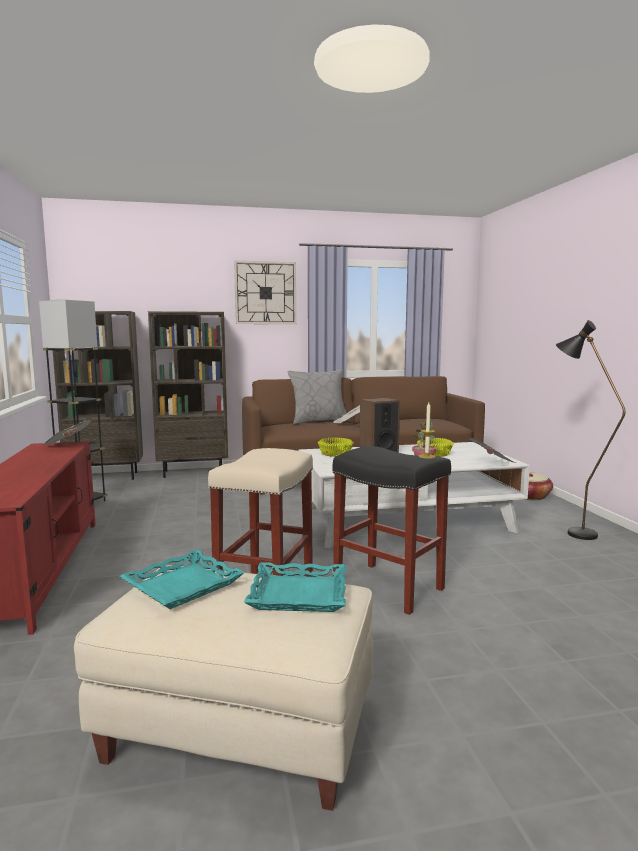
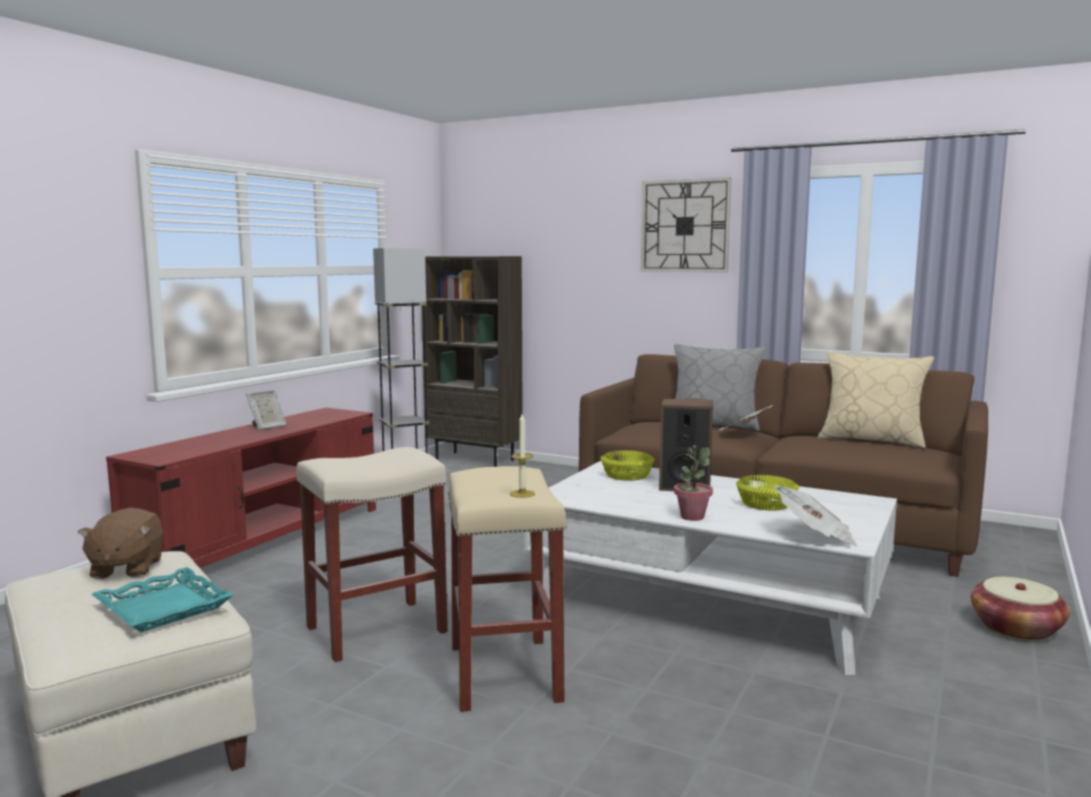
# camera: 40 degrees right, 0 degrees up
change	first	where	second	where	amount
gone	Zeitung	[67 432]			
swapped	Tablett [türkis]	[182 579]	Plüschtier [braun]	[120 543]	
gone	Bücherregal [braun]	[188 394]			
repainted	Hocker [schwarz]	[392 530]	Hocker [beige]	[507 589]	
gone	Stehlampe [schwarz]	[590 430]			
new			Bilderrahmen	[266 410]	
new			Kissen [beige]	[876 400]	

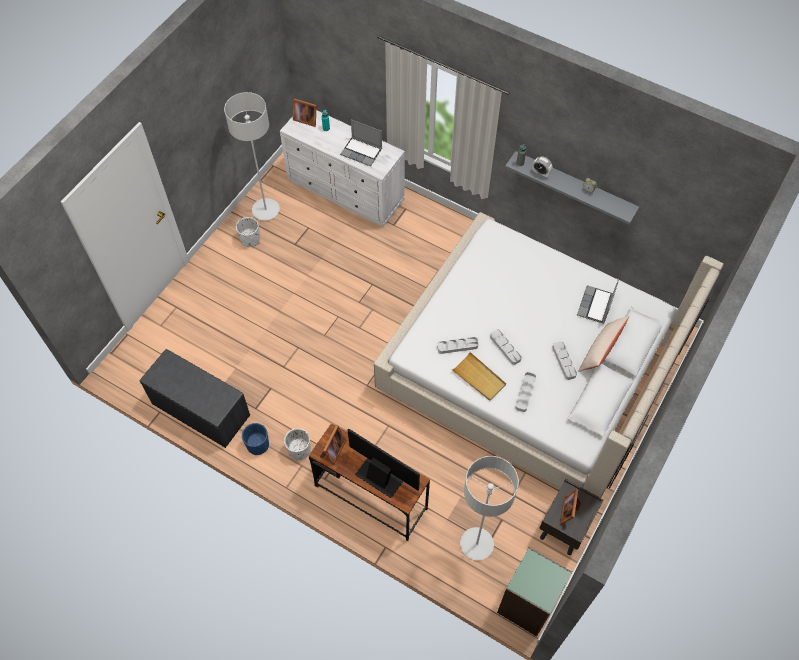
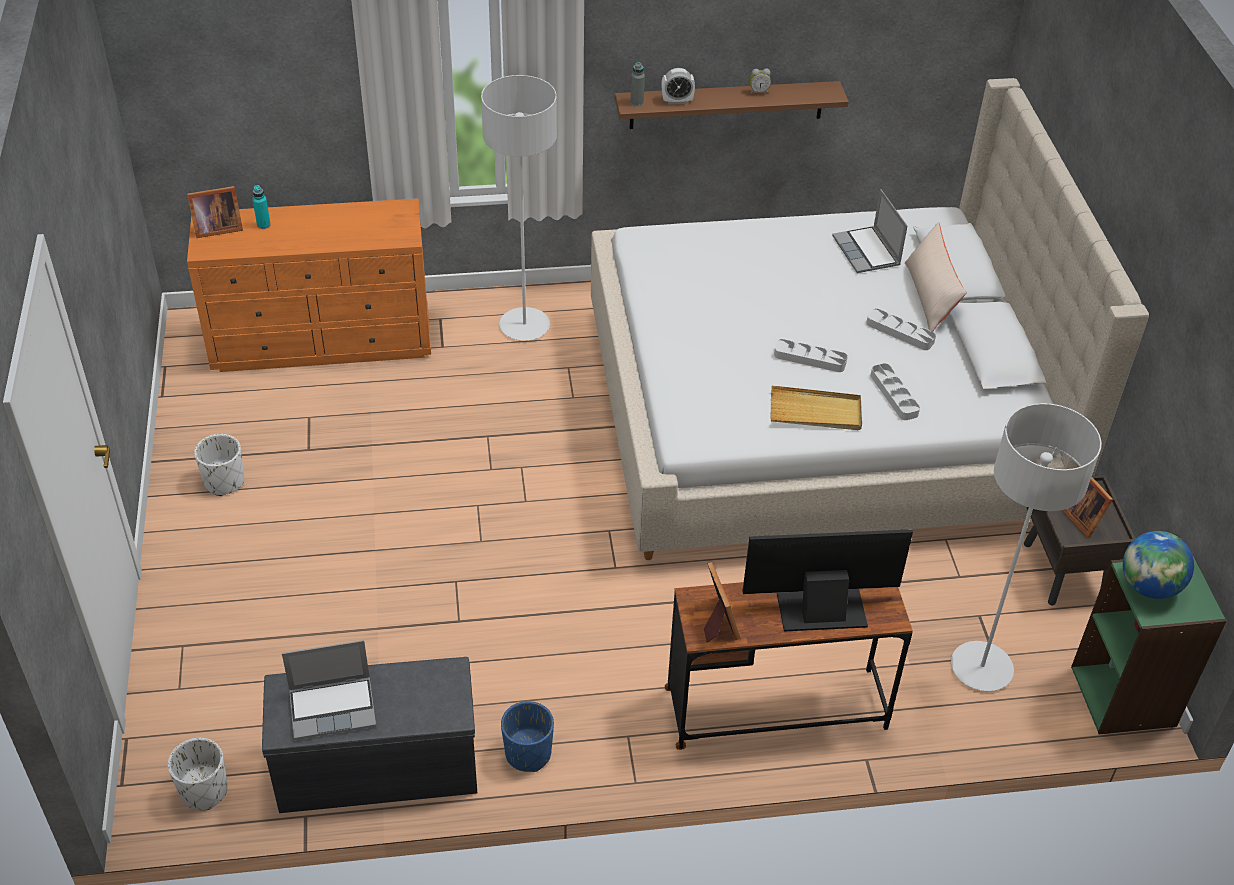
# camera: 40 degrees left, 15 degrees down
change	first	where	second	where	amount
shifted	Stehlampe [grau]	[252 156]		[519 208]	
repainted	Kommode [weiß]	[342 168]	Kommode [orange]	[309 285]	
shifted	Pflanzkübel [weiß]	[297 444]		[198 774]	
shifted	Laptop	[361 143]		[329 690]	
gone	Tablett [grau]	[457 345]			
repainted	Wandregal [grau]	[572 188]	Wandregal [braun]	[732 105]	
new			Globus	[1158 565]	

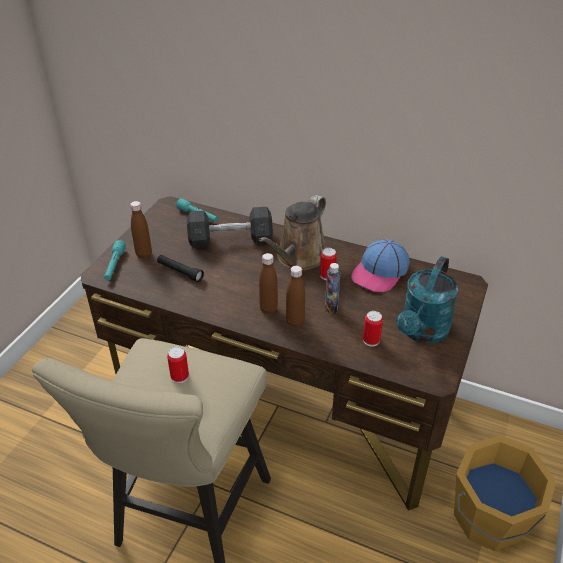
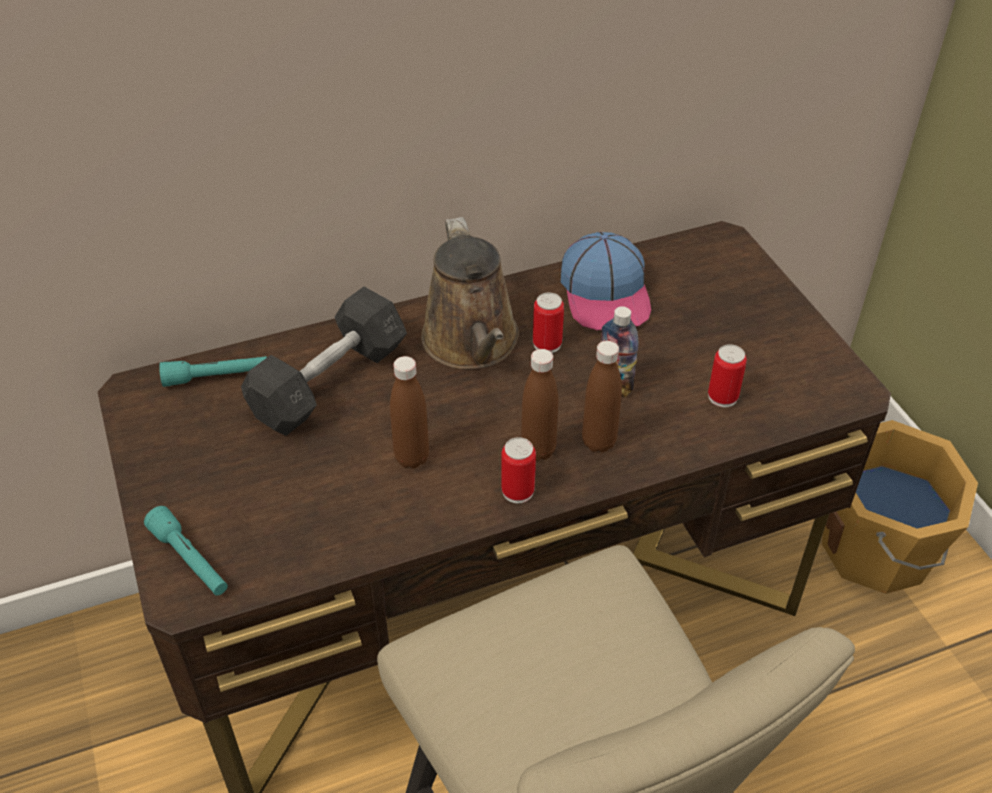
# camera: 45 degrees left, 5 degrees up
change	first	where	second	where	amount
shifted	Flasche [braun]	[141 230]		[409 412]	
gone	Taschenlampe [schwarz]	[180 268]			
shifted	Dose	[178 365]		[518 470]	
gone	Gießkanne [türkis]	[427 300]			

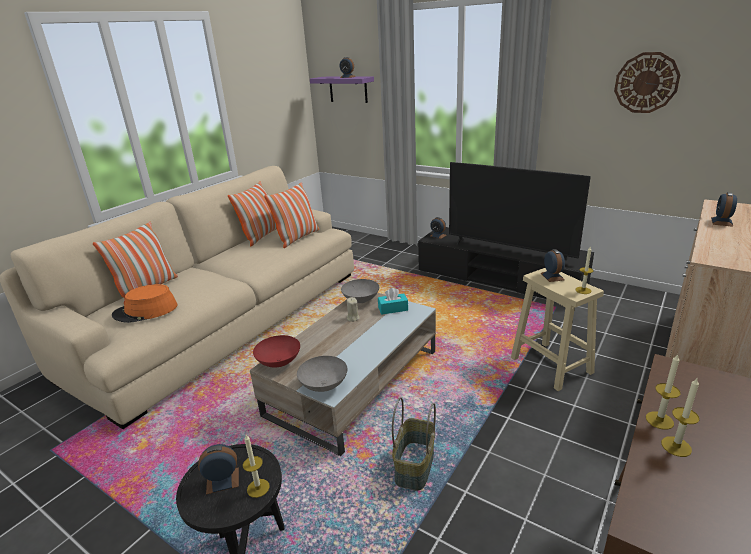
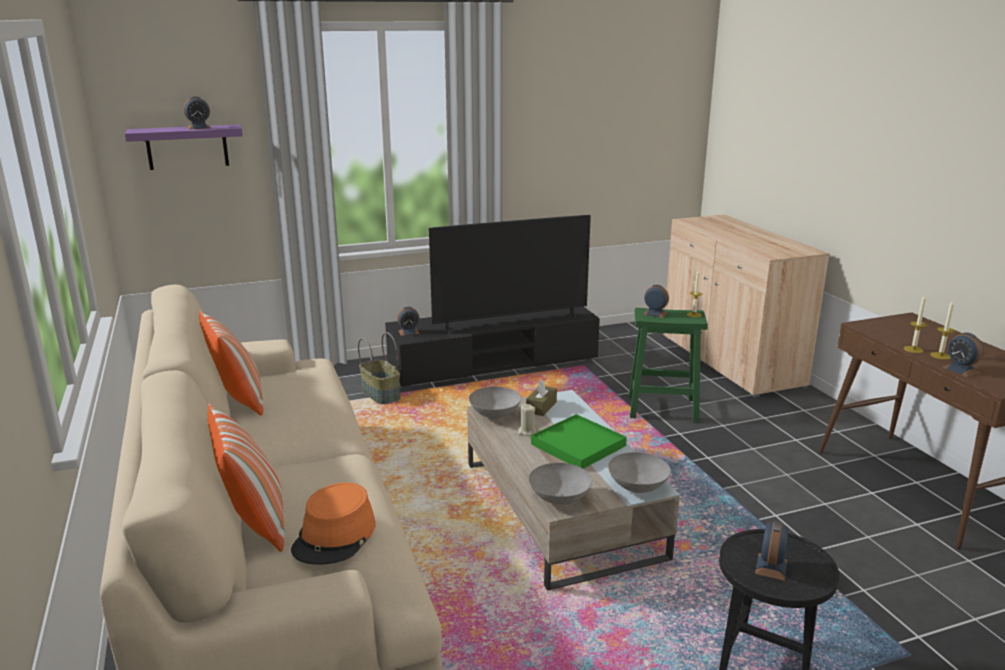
# camera: 55 degrees left, 5 degrees down
change	first	where	second	where	amount
gone	Kerze	[256 466]			
repainted	Schüssel [rot]	[276 351]	Schüssel [grau]	[560 484]	
gone	Kissen	[291 215]			
repainted	Taschentuchbox [türkis]	[393 301]	Taschentuchbox [braun]	[541 397]	
shifted	Korb	[414 444]		[379 368]	
repainted	Hocker [beige]	[557 329]	Hocker [grün]	[668 365]	
gone	Wanduhr	[647 82]			
shifted	Wecker	[724 209]		[963 354]	
new			Tablett [grün]	[579 441]	

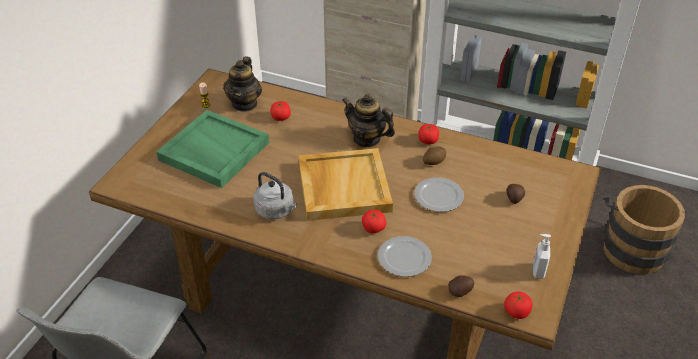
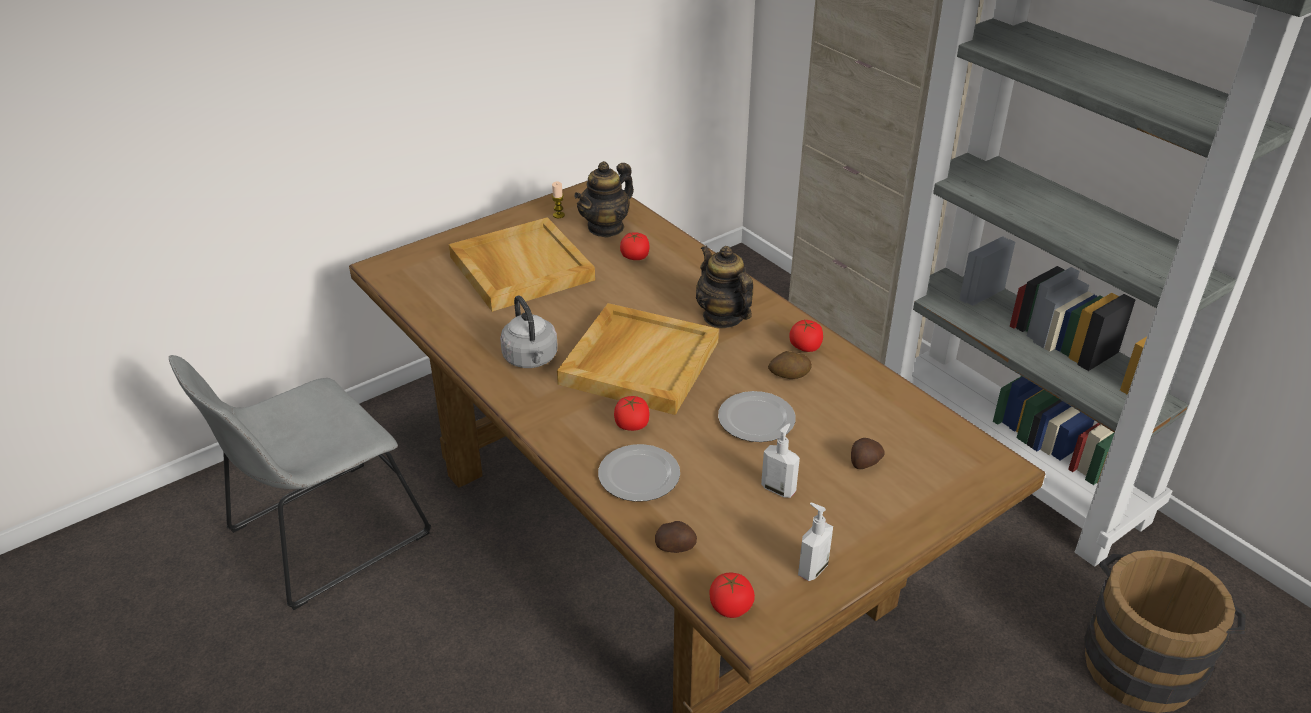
# camera: 30 degrees right, 5 degrees down
change	first	where	second	where	amount
repainted	Tablett [grün]	[212 149]	Tablett [beige]	[522 264]	
new			Seifenspender	[780 460]	

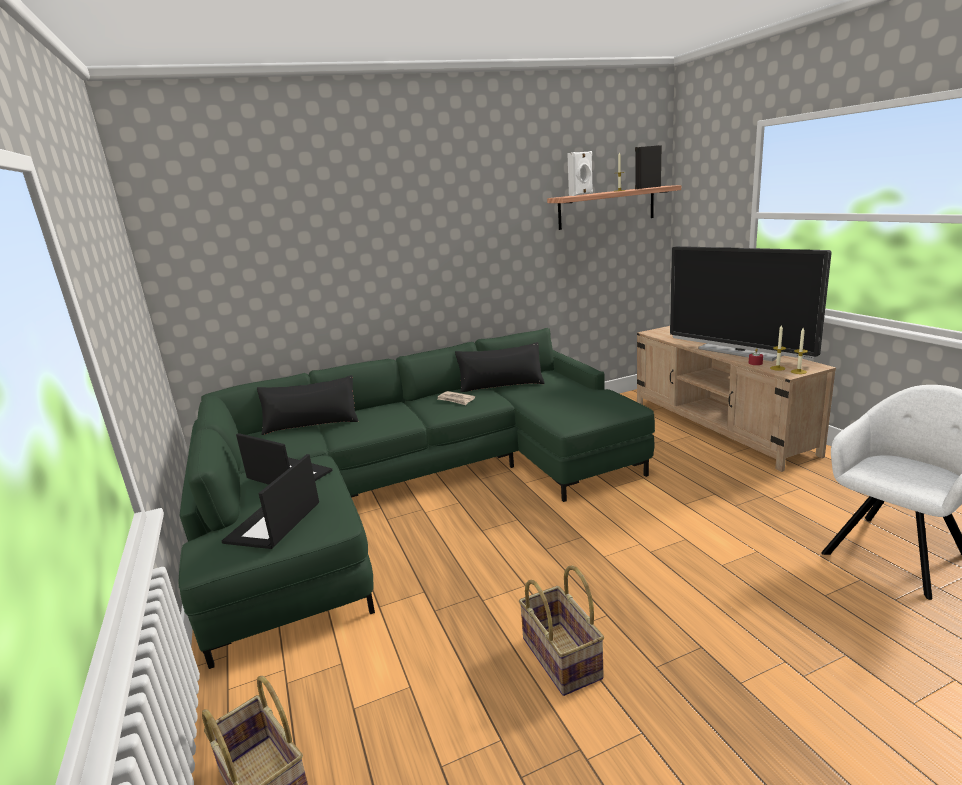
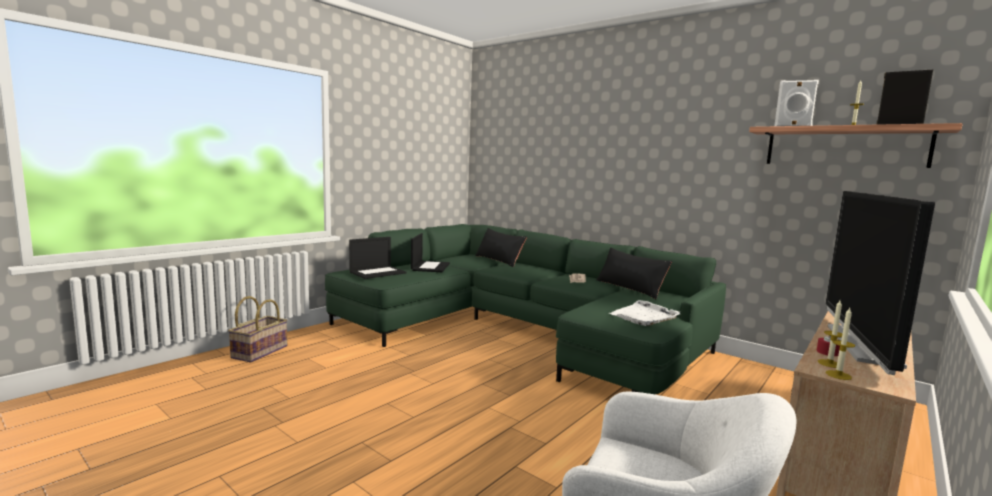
# camera: 60 degrees right, 10 degrees down
change	first	where	second	where	amount
rotated	Laptop	[270 501]		[377 258]	150 degrees clockwise
gone	Korb	[561 630]			
new			Tablett [weiß]	[644 313]	

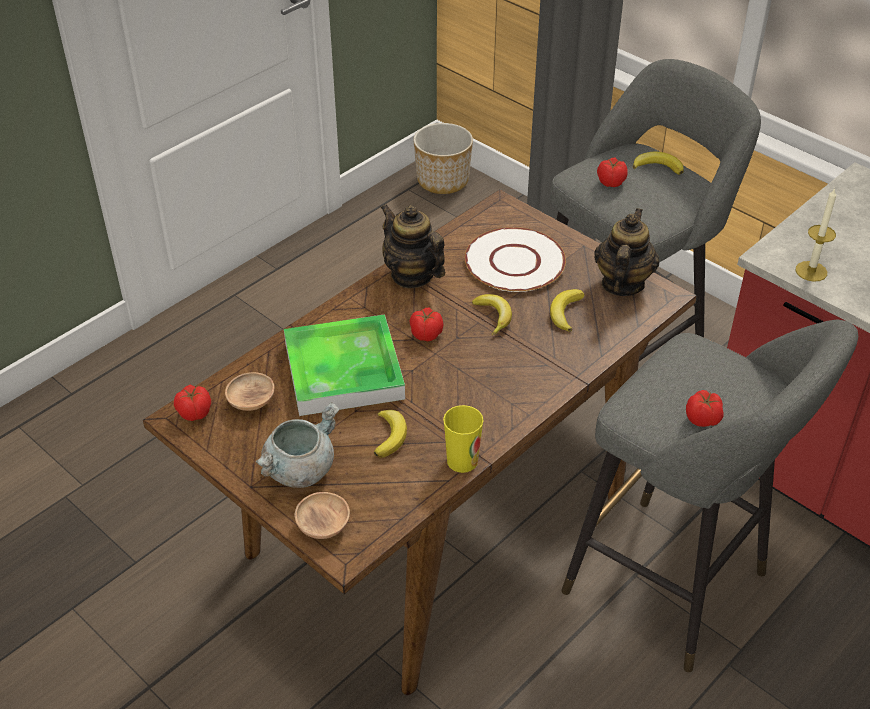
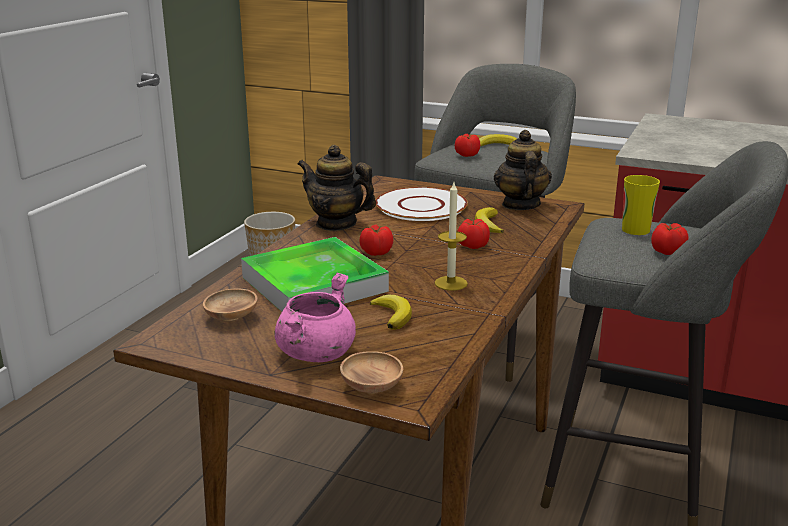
# camera: 20 degrees left, 20 degrees down
change	first	where	second	where	amount
shifted	Tomate	[192 402]		[474 234]	
repainted	Kochtopf [grau]	[297 445]	Kochtopf [rosa]	[315 317]	
shifted	Tasse	[463 439]		[641 205]	
gone	Banane	[492 315]			
shifted	Kerze	[815 235]		[451 237]	

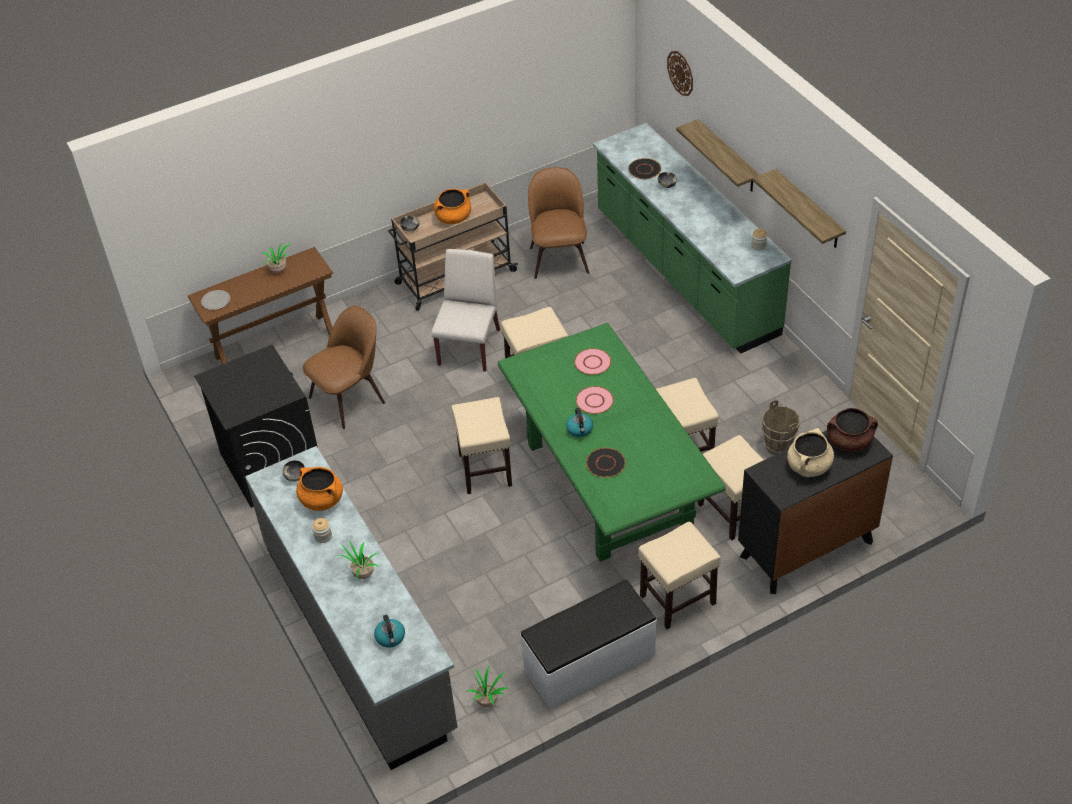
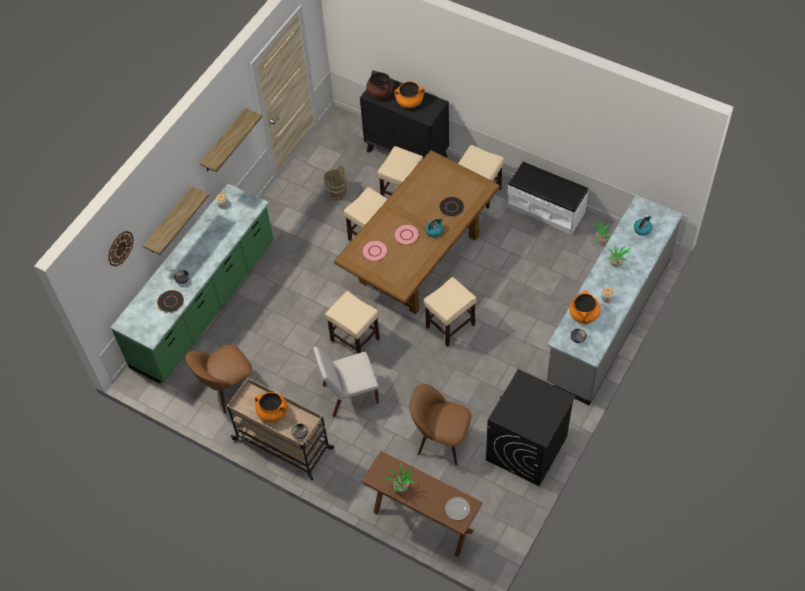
# camera: 120 degrees left, 10 degrees up
change	first	where	second	where	amount
repainted	Esstisch [grün]	[612 442]	Esstisch [braun]	[417 232]	
repainted	Kochtopf [beige]	[810 452]	Kochtopf [orange]	[410 94]	

